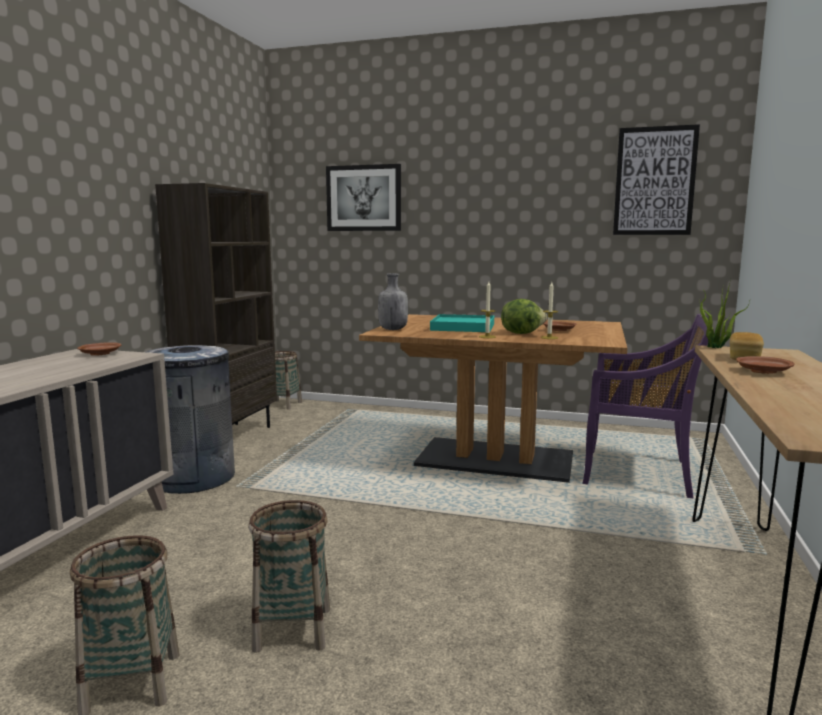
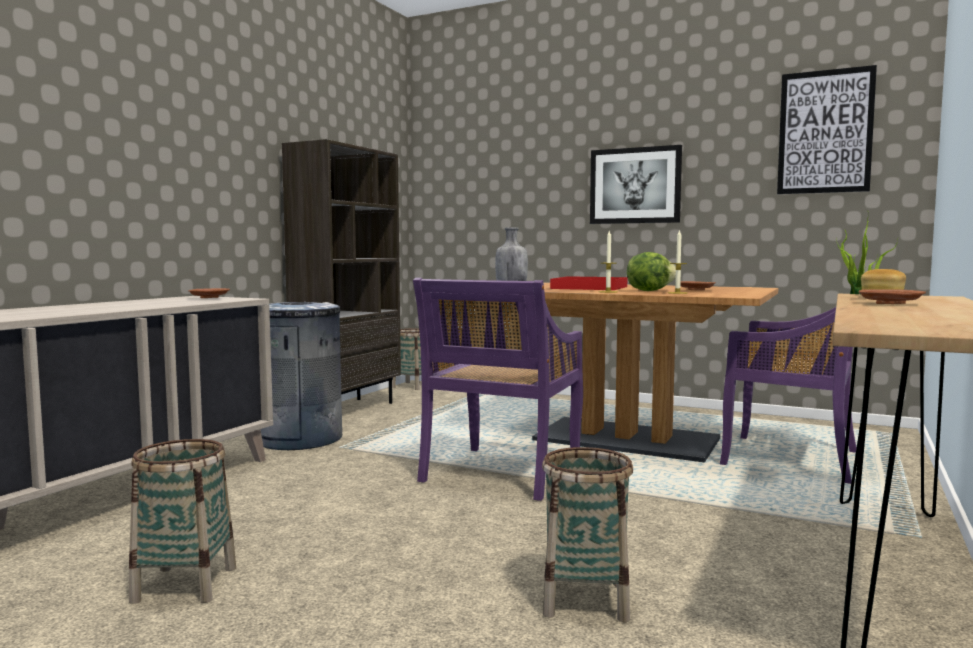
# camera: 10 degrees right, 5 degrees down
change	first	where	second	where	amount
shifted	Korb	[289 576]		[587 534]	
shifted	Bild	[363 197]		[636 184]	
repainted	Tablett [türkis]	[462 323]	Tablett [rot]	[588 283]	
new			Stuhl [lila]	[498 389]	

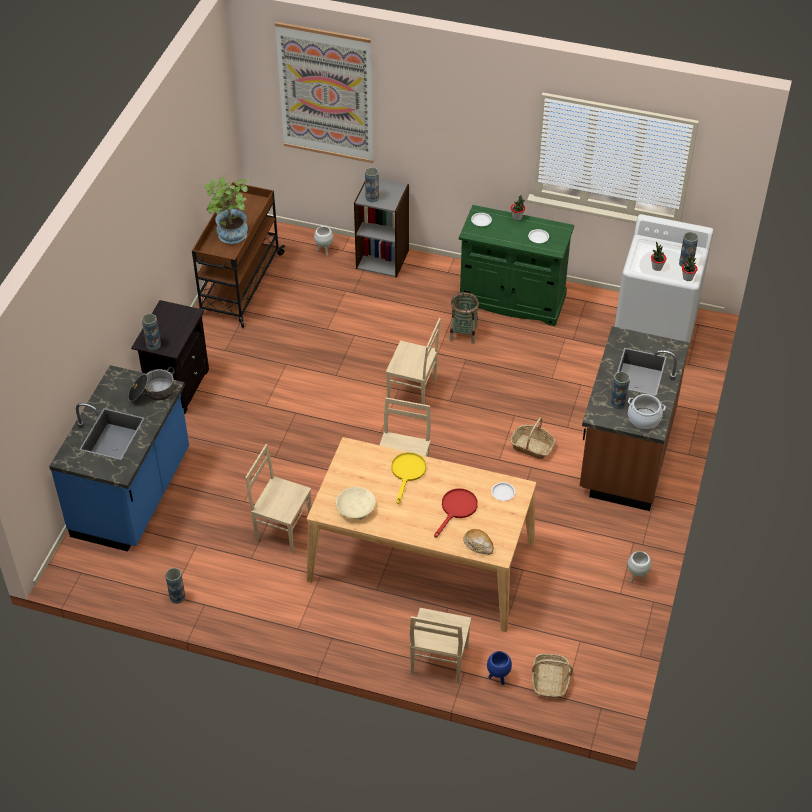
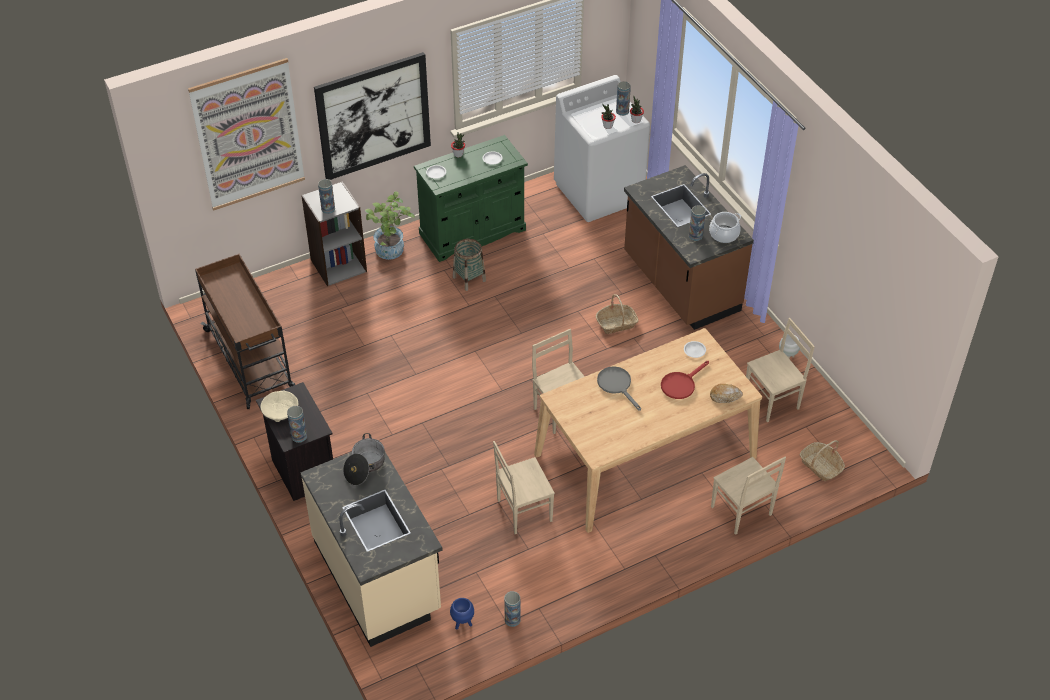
# camera: 45 degrees left, 0 degrees up
change	first	where	second	where	amount
repainted	Küchenzeile [blau]	[119 458]	Küchenzeile [beige]	[371 549]	
shifted	Topfpflanze	[226 210]		[390 225]	
gone	Pflanzkübel [weiß]	[323 241]			
shifted	Schüssel [beige]	[356 503]		[279 406]	
shifted	Stuhl [beige]	[413 364]		[780 370]	
repainted	Pfanne [gelb]	[408 478]	Pfanne [grau]	[619 388]	
rotated	Pfanne [rot]	[456 513]		[685 380]	120 degrees counterclockwise
shifted	Pflanzkübel [blau]	[499 668]		[462 614]	
new			Bild	[372 116]	

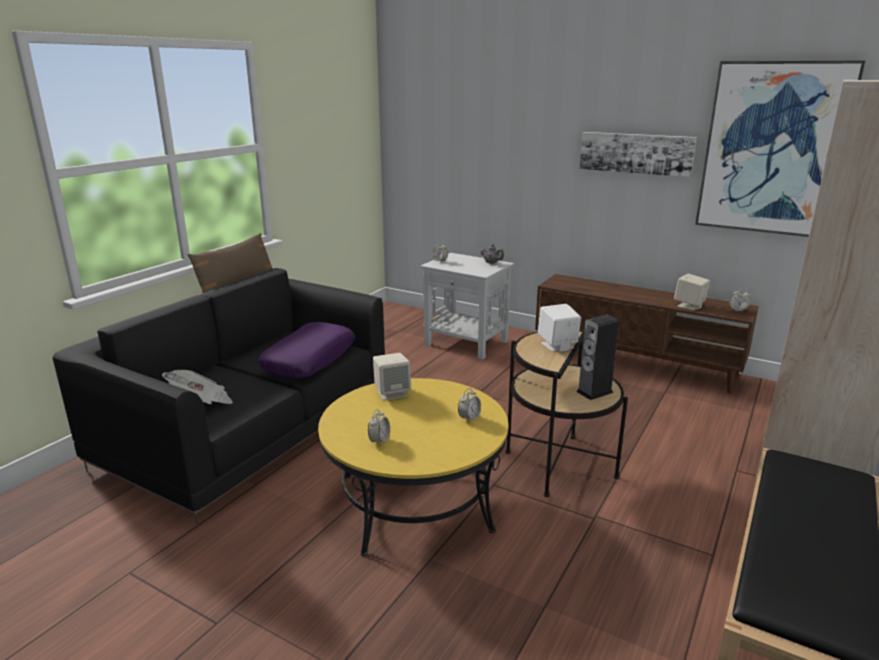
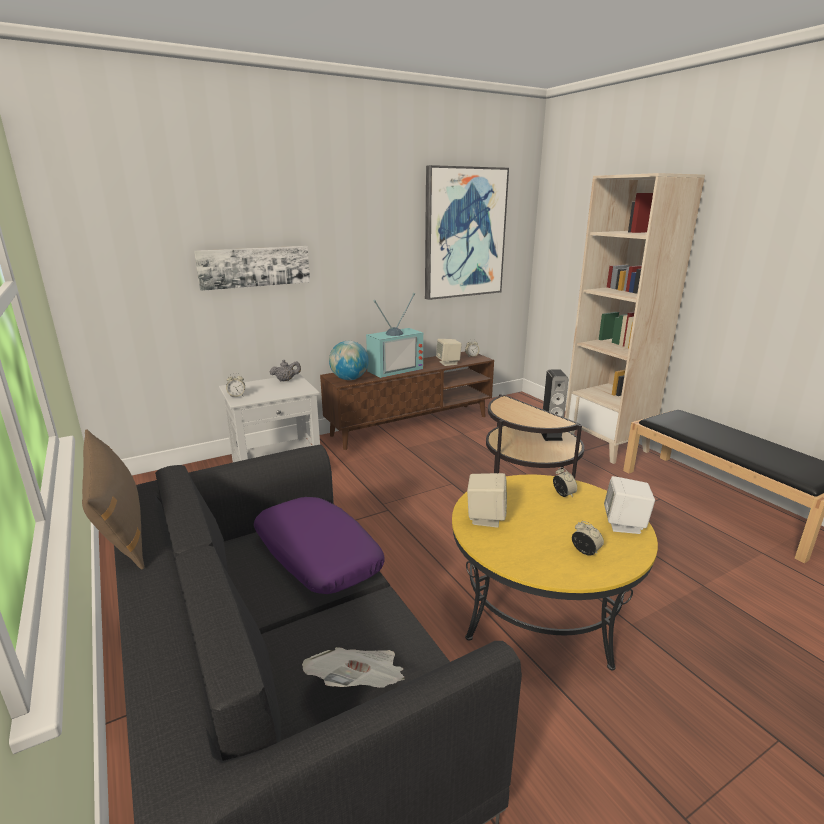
# camera: 60 degrees left, 0 degrees up
change	first	where	second	where	amount
shifted	Lautsprecher [weiß]	[559 328]		[629 505]	
shifted	Bild	[638 154]		[252 268]	
new			Globus	[349 360]	
new			Fernseher	[394 335]	

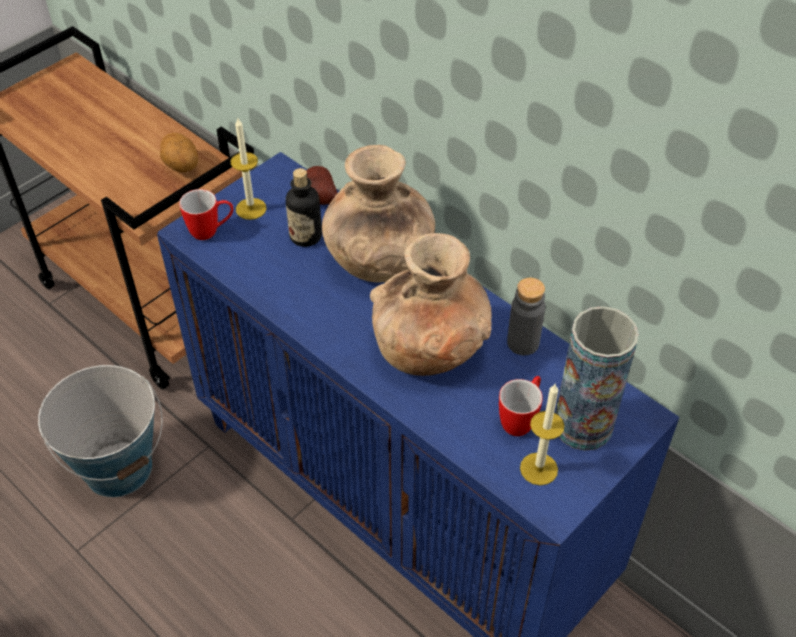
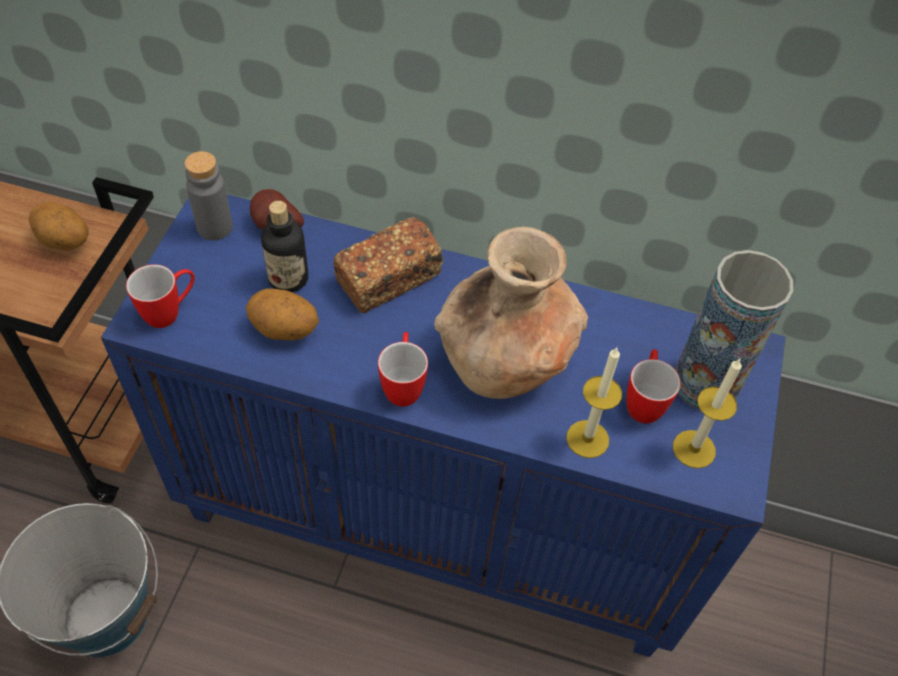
# camera: 30 degrees left, 5 degrees up
change	first	where	second	where	amount
shifted	Kerze	[249 169]		[594 403]	
swapped	Vase [braun]	[378 214]	Brot	[388 265]	
shifted	Flasche [grau]	[526 316]		[209 196]	
new			Kartoffel	[282 314]	
new			Henkelbecher	[403 369]	

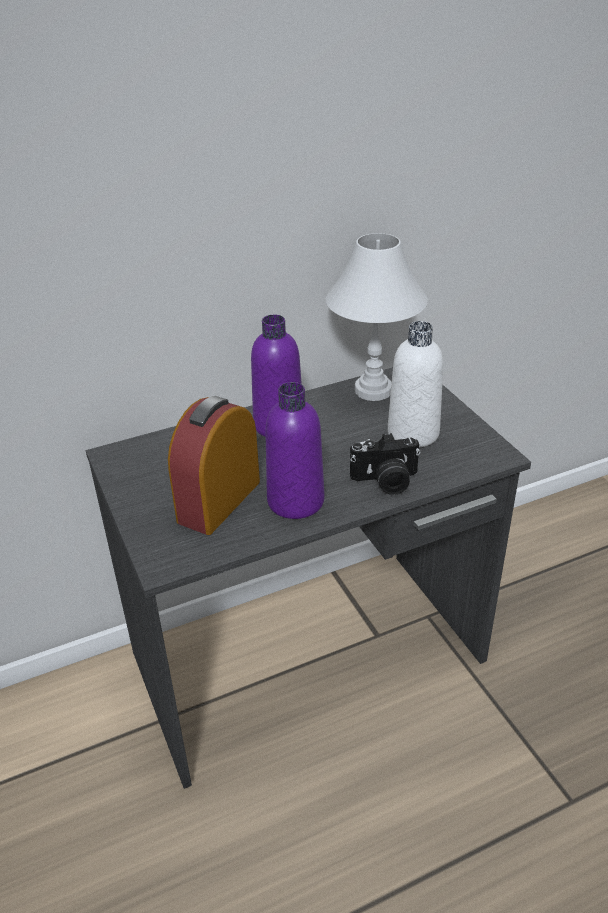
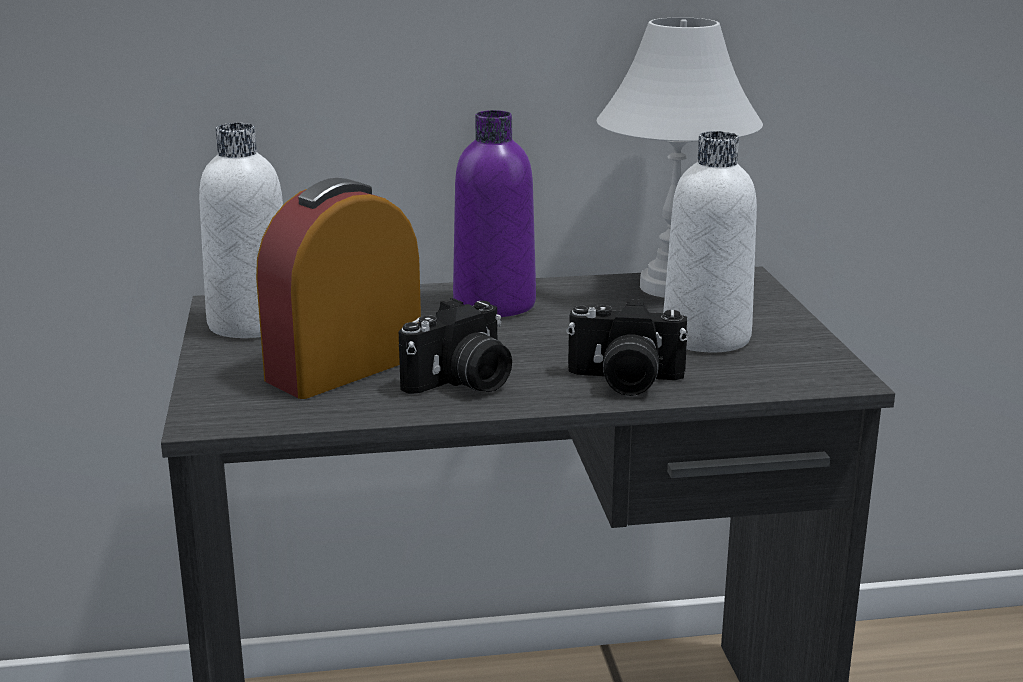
# camera: 15 degrees right, 15 degrees down
change	first	where	second	where	amount
swapped	Flasche [lila]	[294 450]	Kamera	[455 346]	
new			Flasche [weiß]	[241 230]	

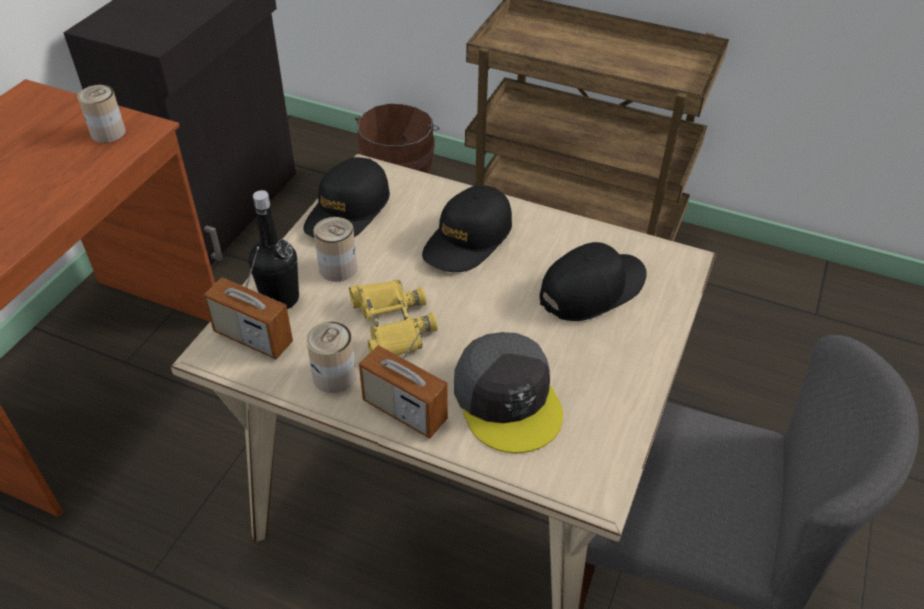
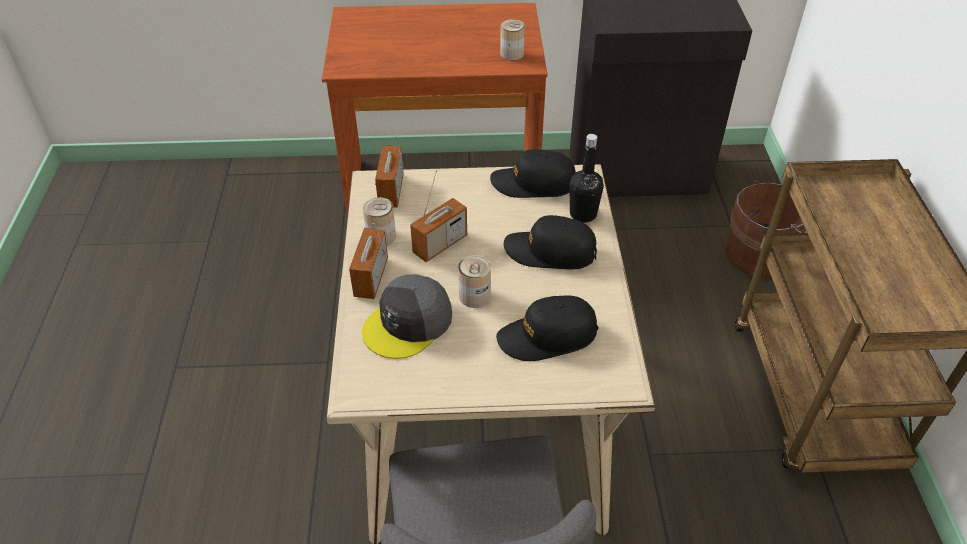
# camera: 65 degrees right, 0 degrees up
change	first	where	second	where	amount
shifted	Flasche [schwarz]	[274 249]		[586 178]	
shifted	Dose	[335 249]		[474 281]	
swapped	Fernglas [gelb]	[393 317]	Radio	[438 216]	
rotated	Kappe [schwarz]	[593 281]		[547 328]	135 degrees clockwise

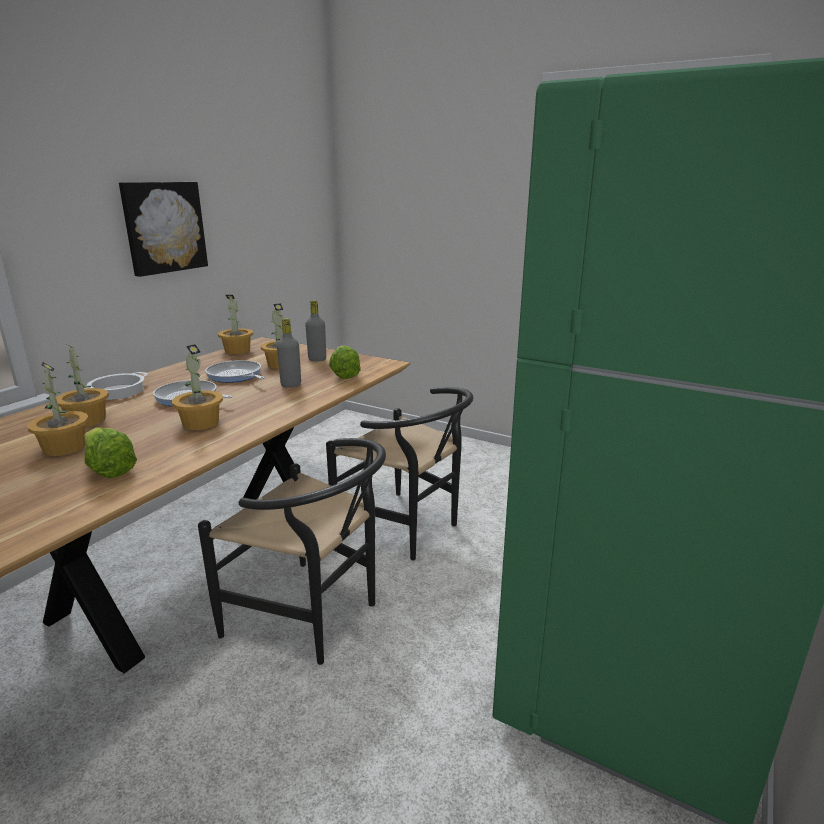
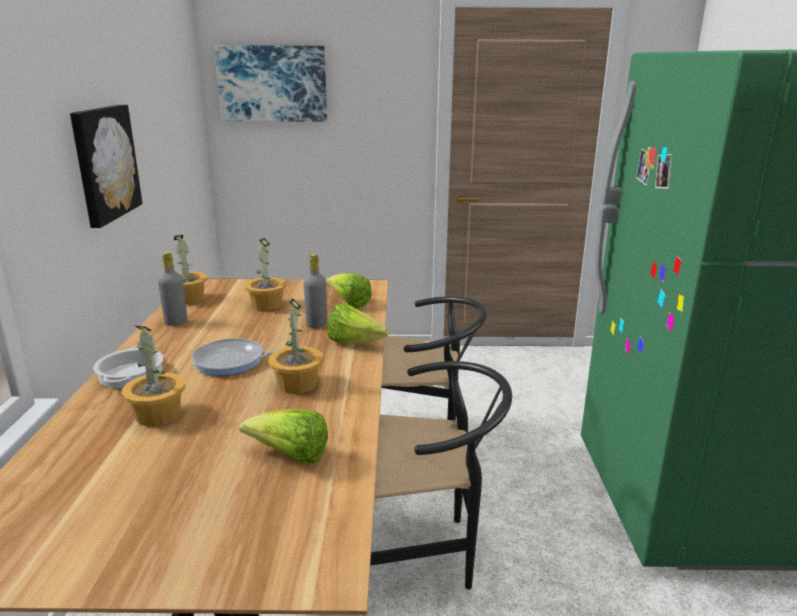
# camera: 30 degrees left, 0 degrees up
change	first	where	second	where	amount
gone	Topfpflanze	[58 409]			
gone	Pfanne	[235 371]			
shifted	Flasche [grau]	[315 330]		[172 289]	
new			Bild	[270 83]	
new			Salatkopf	[358 324]	

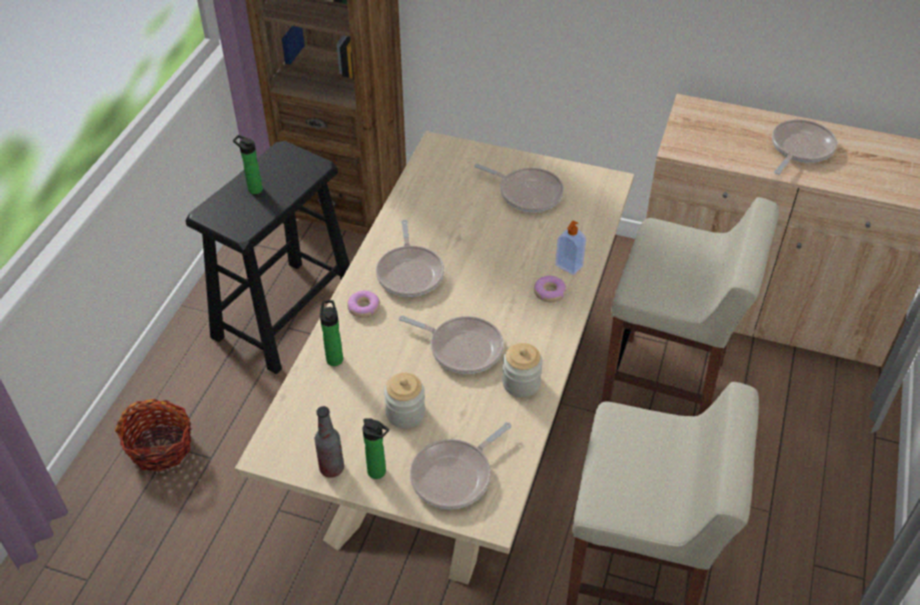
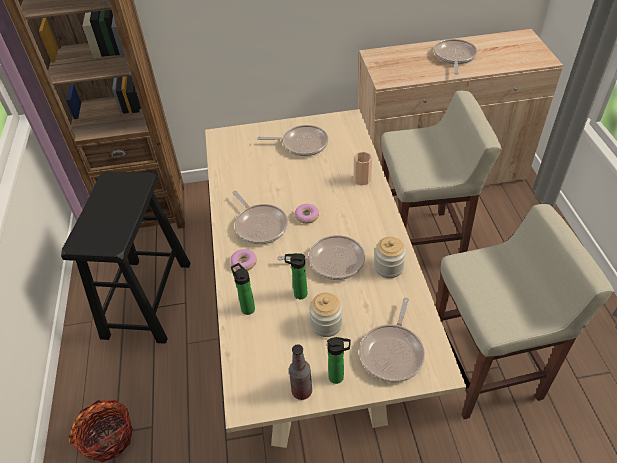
# camera: 25 degrees left, 0 degrees up
change	first	where	second	where	amount
shifted	Flasche	[248 164]		[296 276]	
shifted	Donut	[550 289]		[306 214]	
swapped	Seifenspender	[570 247]	Tasse	[362 169]	

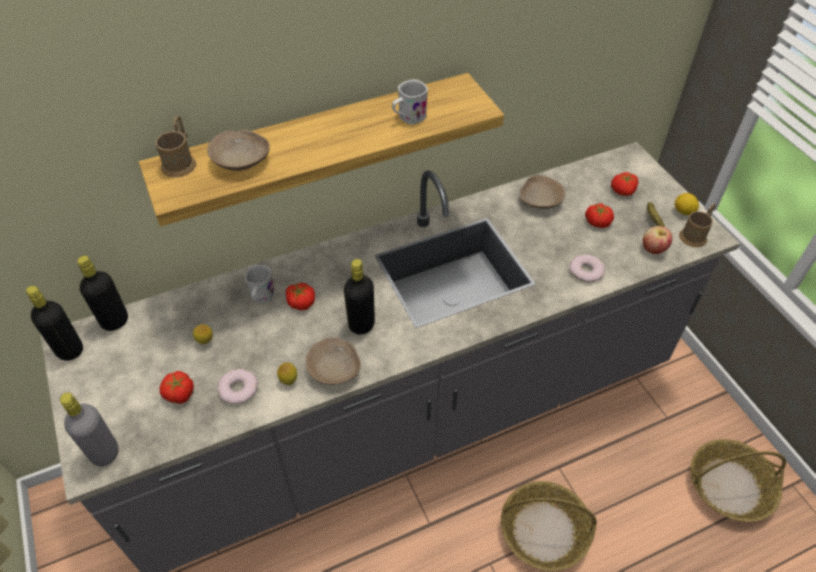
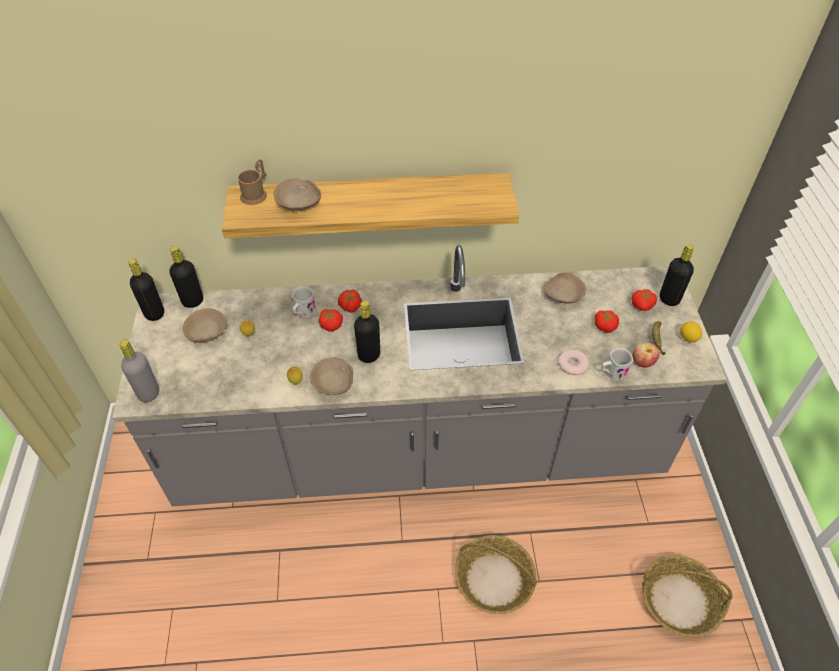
# camera: 20 degrees right, 0 degrees up
change	first	where	second	where	amount
shifted	Tomate	[176 387]		[350 301]	
gone	Donut	[237 386]			
shifted	Henkelbecher [weiß]	[410 102]		[617 364]	
gone	Henkelbecher [braun]	[697 225]			
new			Schüssel [beige]	[205 325]	
new			Flasche [schwarz]	[677 275]	

